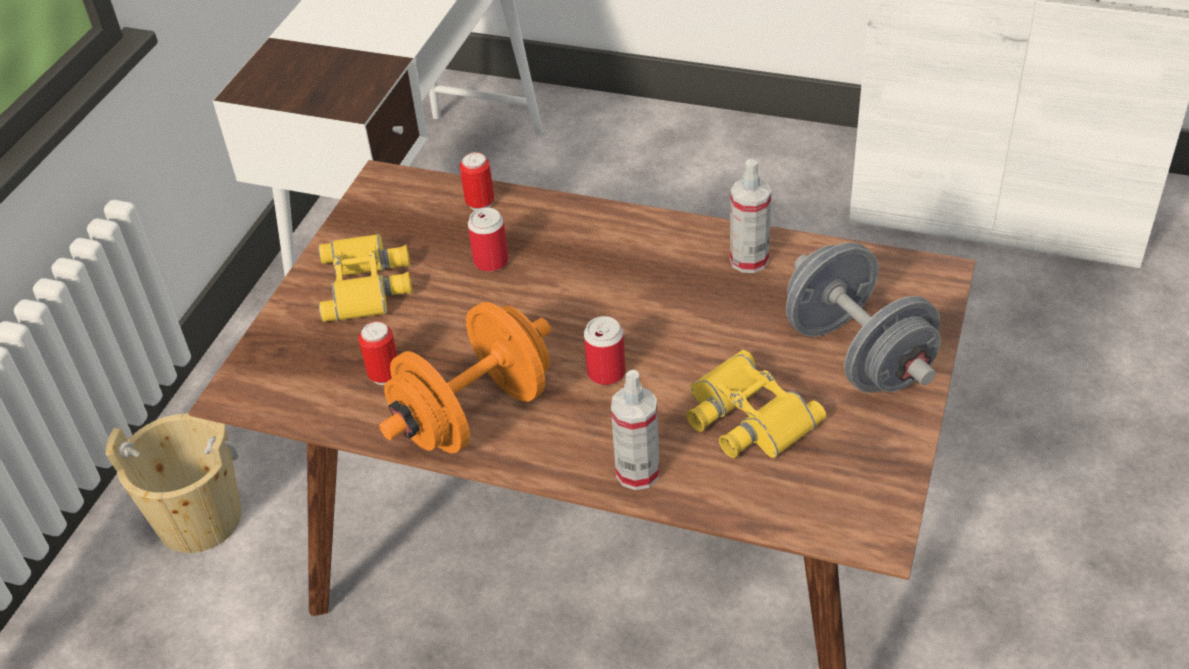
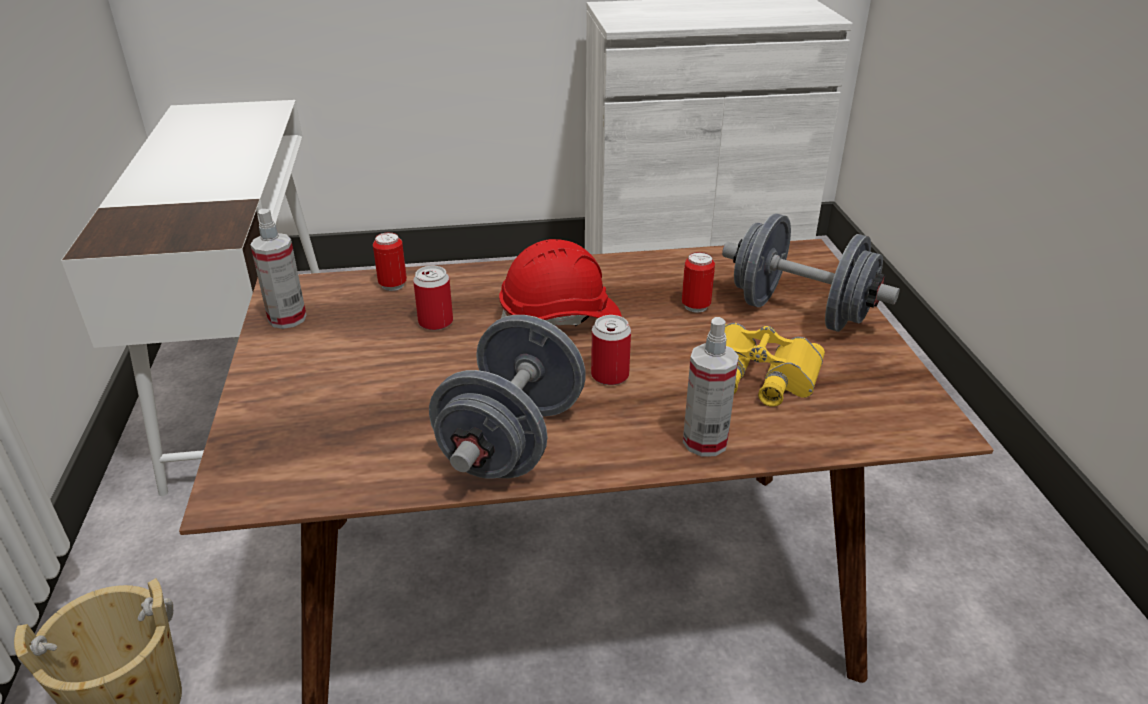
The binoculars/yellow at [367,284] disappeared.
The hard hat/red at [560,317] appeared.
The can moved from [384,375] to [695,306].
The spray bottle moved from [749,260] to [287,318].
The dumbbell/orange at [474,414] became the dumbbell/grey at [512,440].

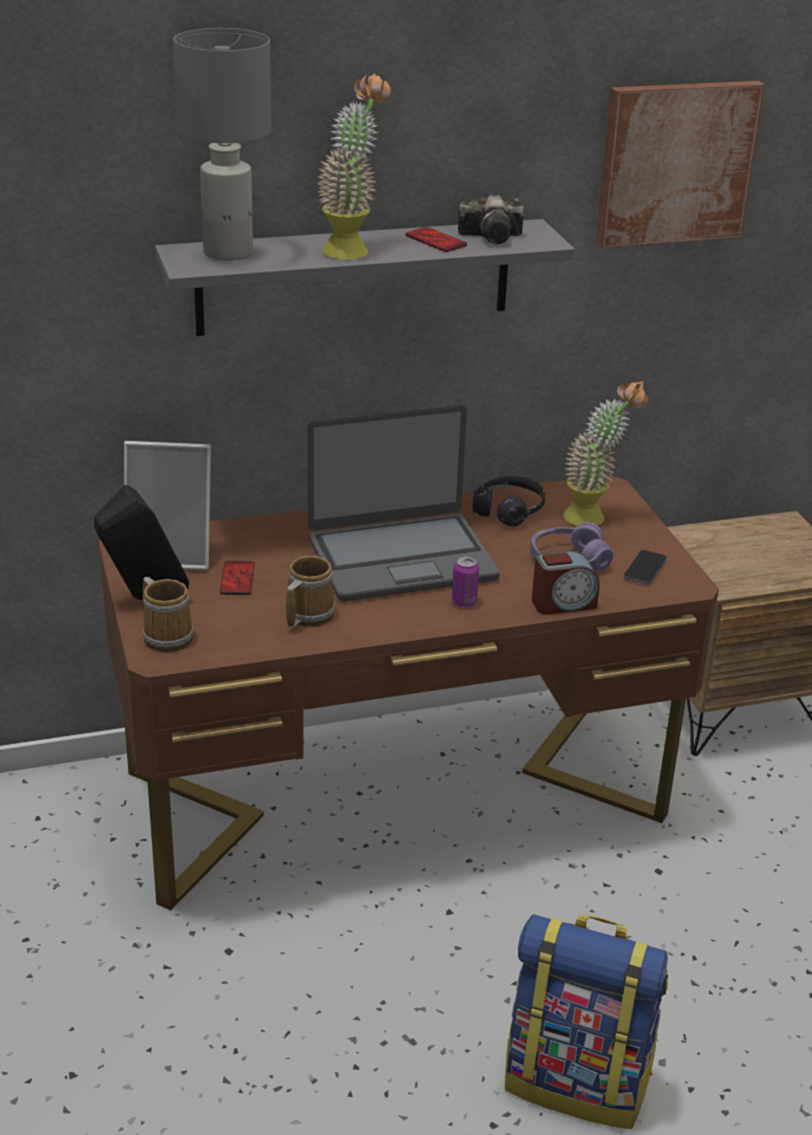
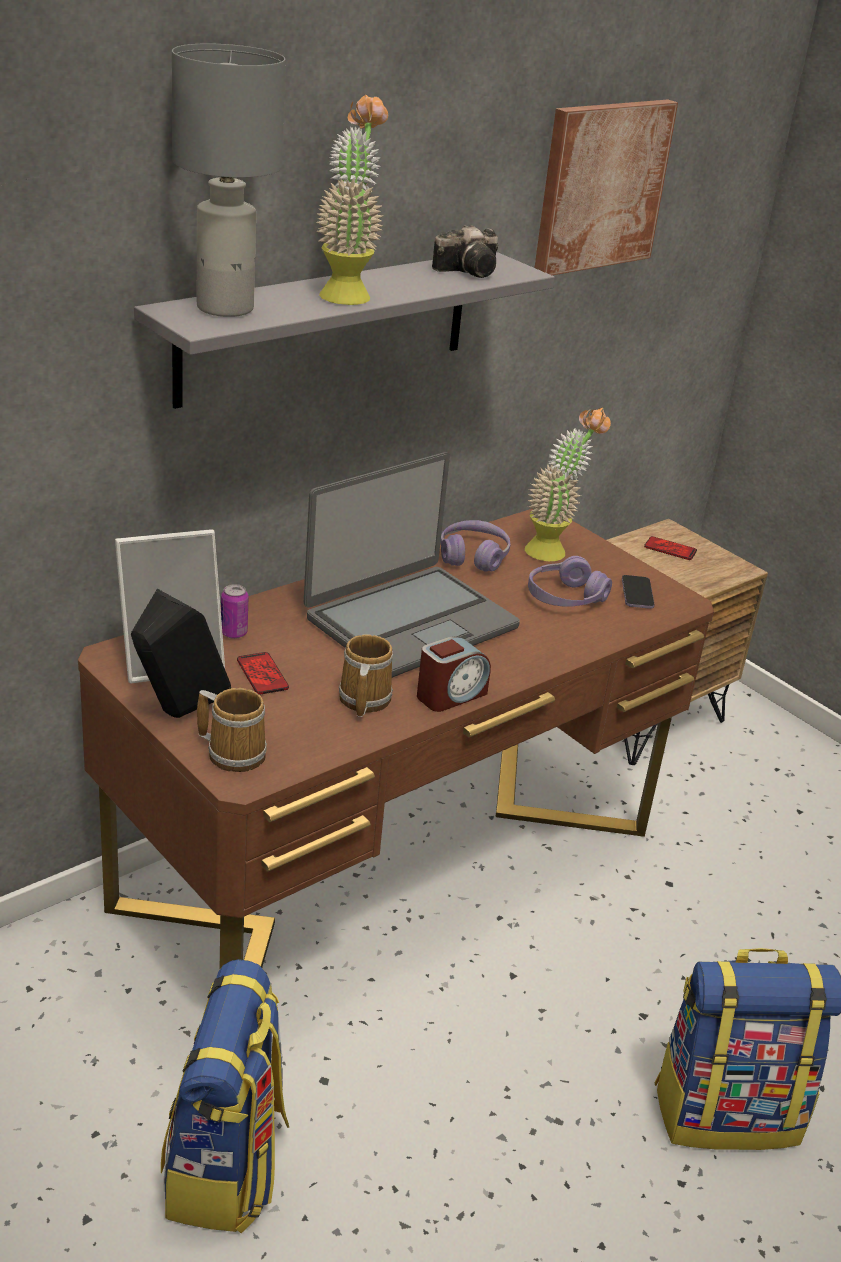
The backpack at [227,1167] appeared.
The phone moved from [435,241] to [670,549].
The can moved from [464,602] to [234,633].
The alarm clock moved from [563,603] to [450,695].
The headphones/black at [508,511] became the headphones/purple at [473,556].

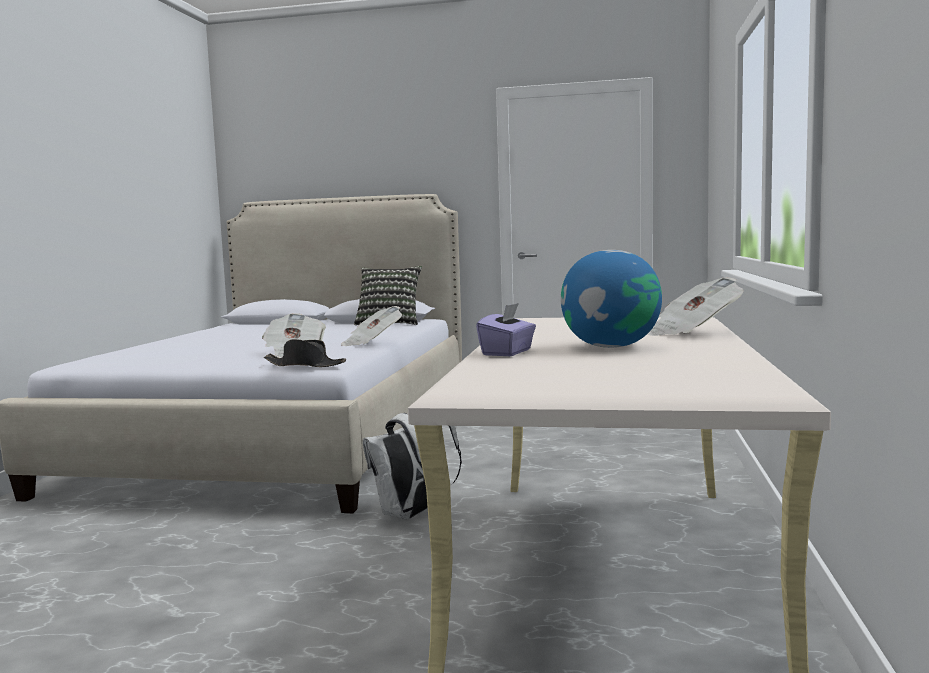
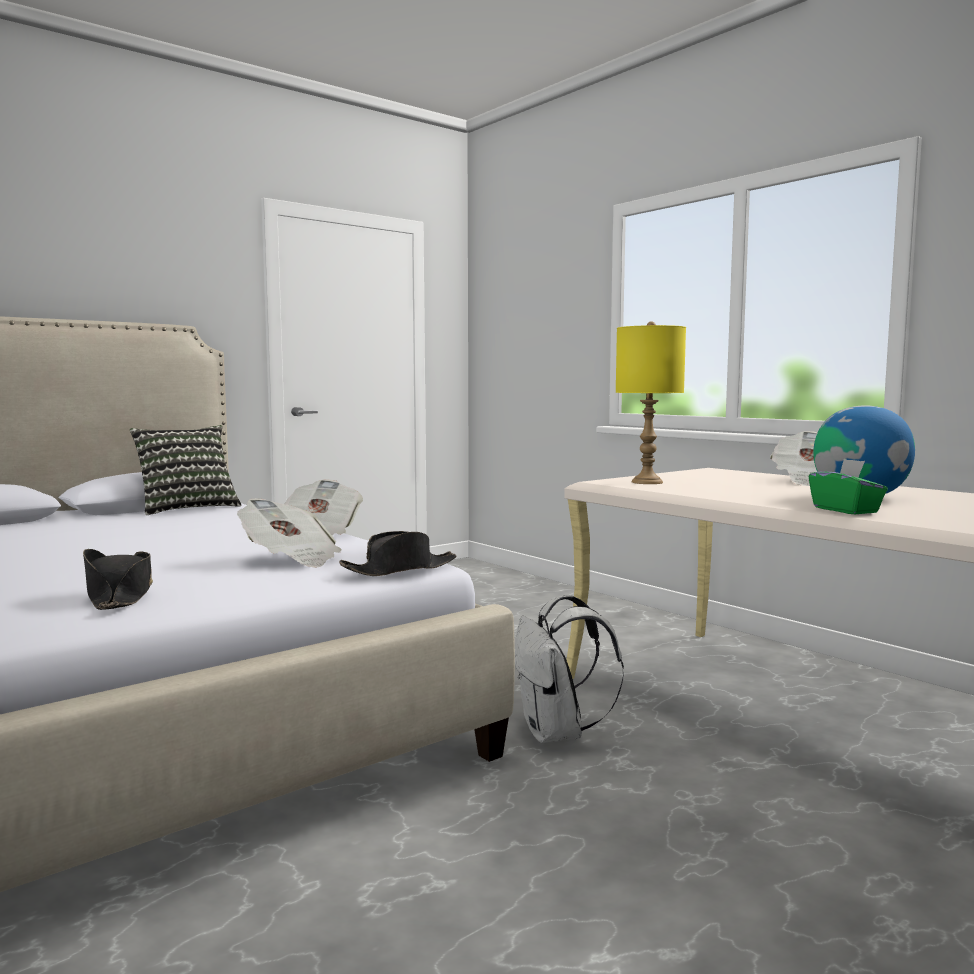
The hat/black at [119,595] appeared.
The table lamp/yellow at [646,482] appeared.
The tissue box/purple at [507,352] became the tissue box/green at [846,510].

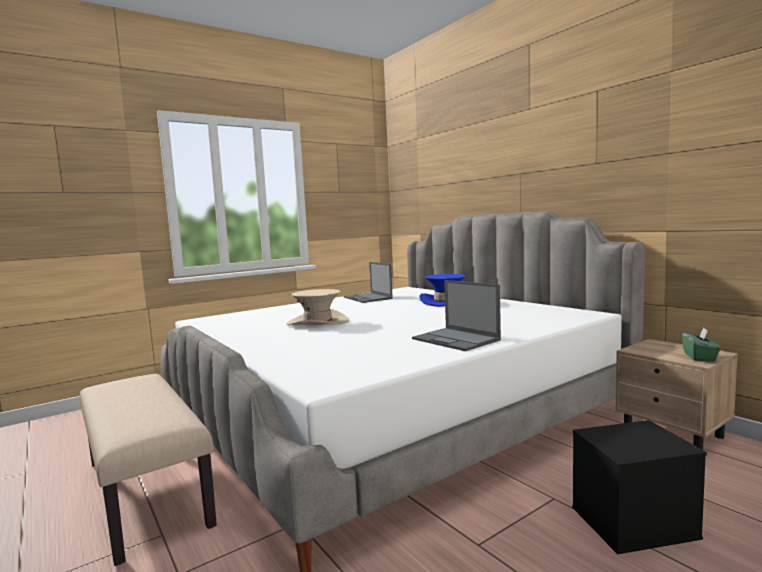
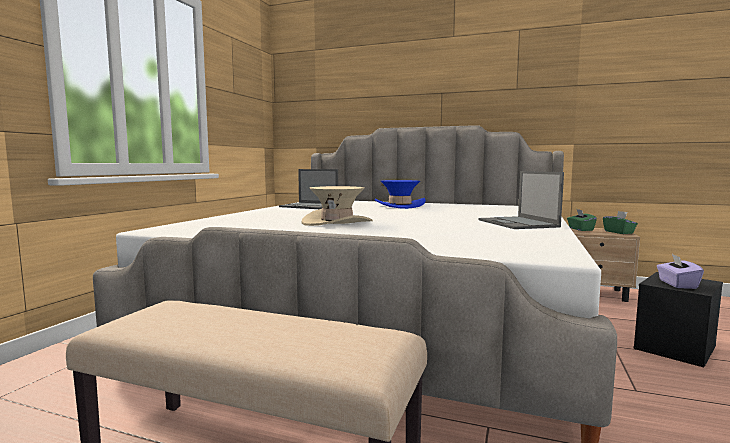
The tissue box/green at [580,229] appeared.
The tissue box/purple at [677,284] appeared.
The laptop at [456,339] turned 60 degrees clockwise.

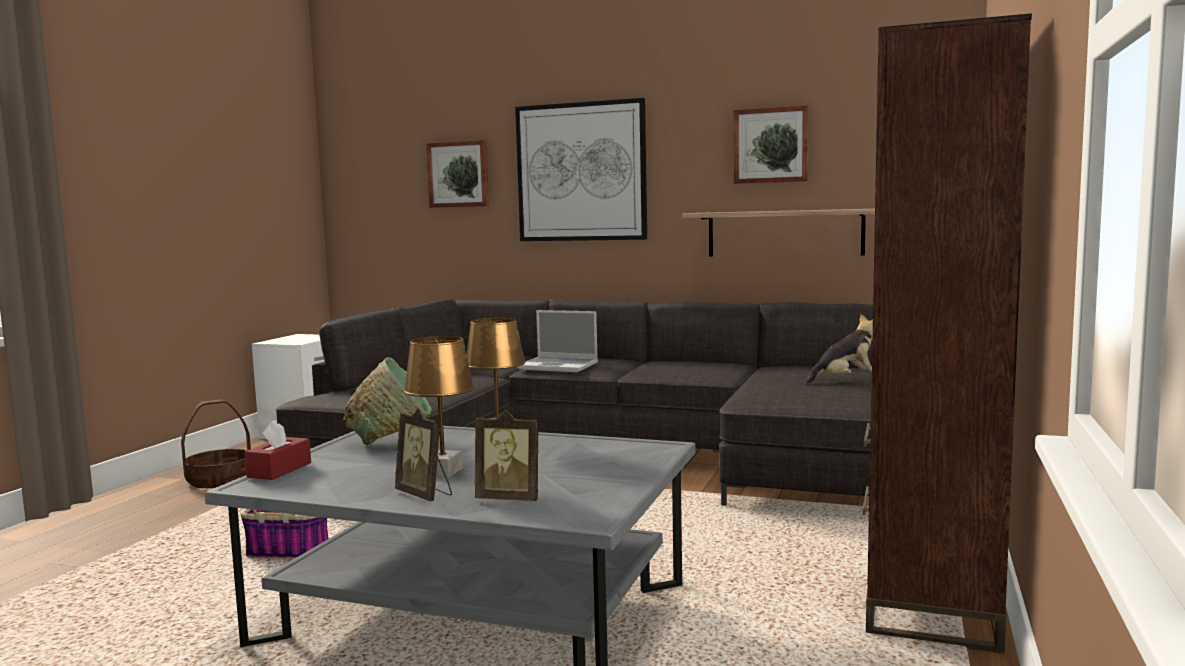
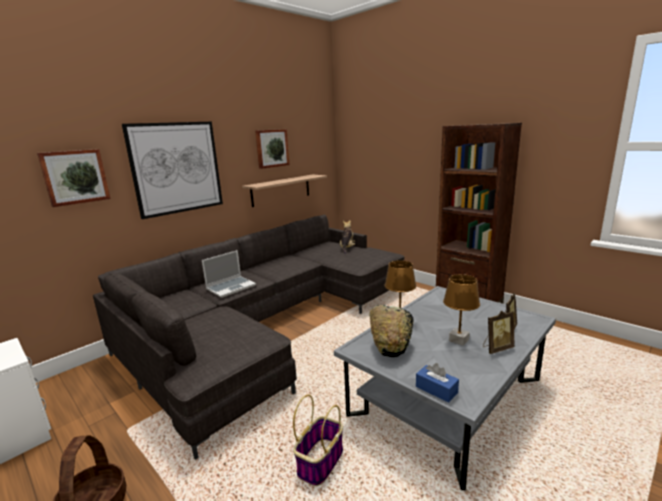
The tissue box/red at [279,470] became the tissue box/blue at [436,389].
The bowl/green at [393,442] became the bowl/black at [390,349].

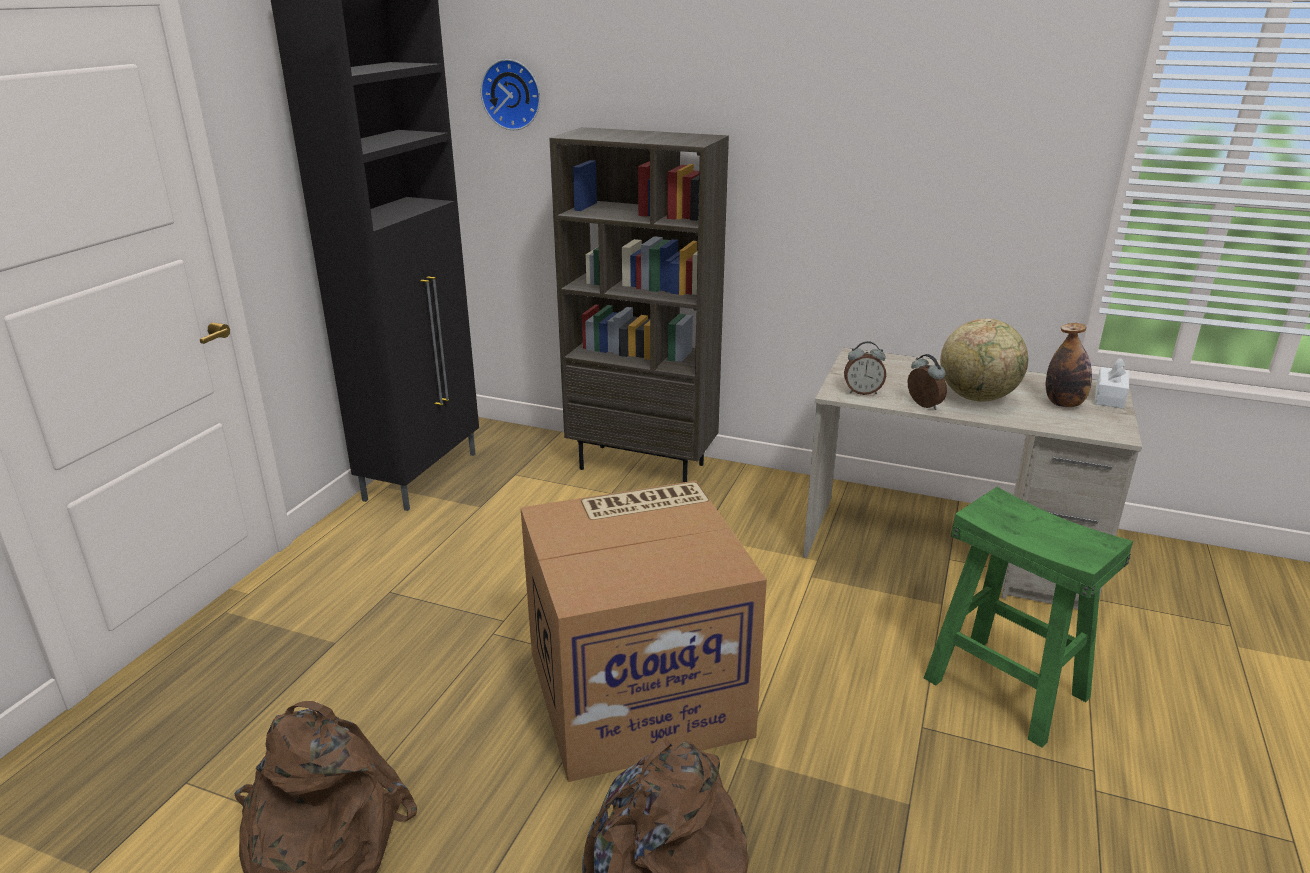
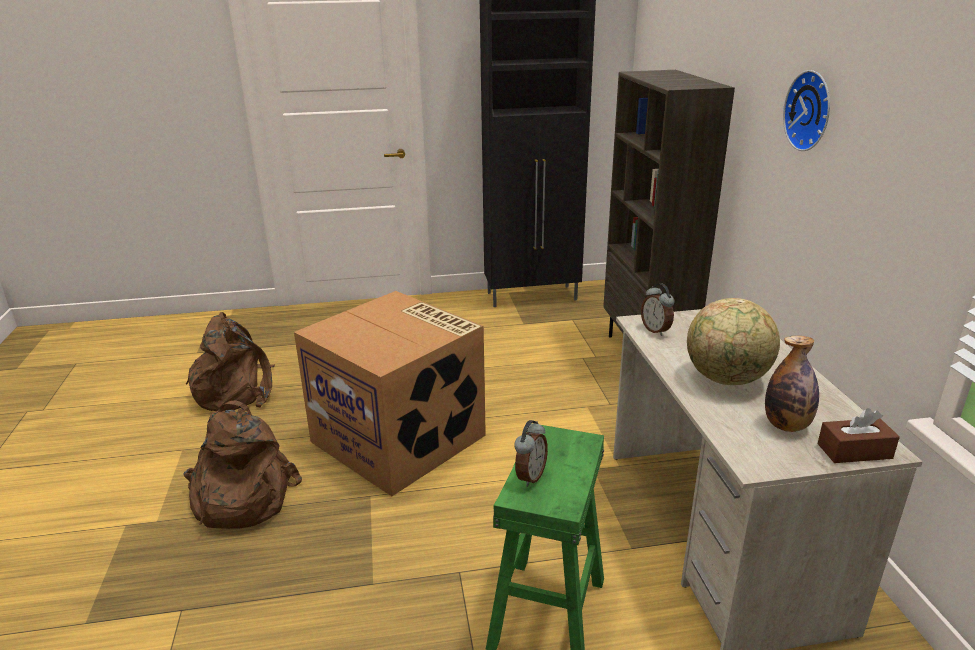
The wall clock moved from [513,94] to [811,111].
The alarm clock moved from [923,406] to [529,476].
The tissue box/white at [1109,397] became the tissue box/brown at [854,451].

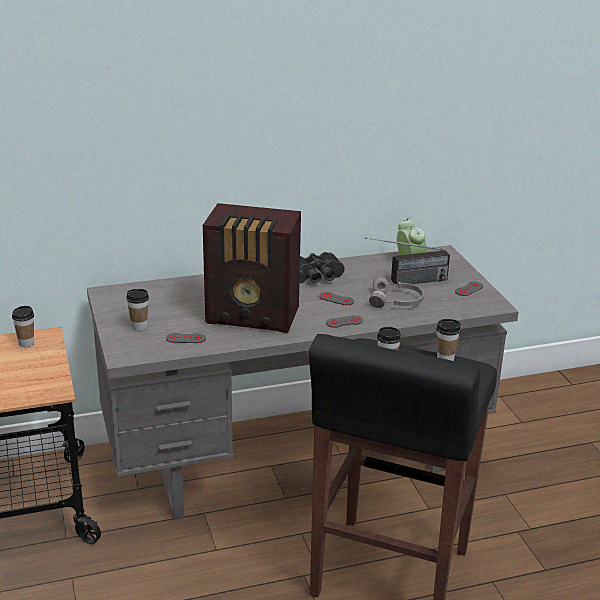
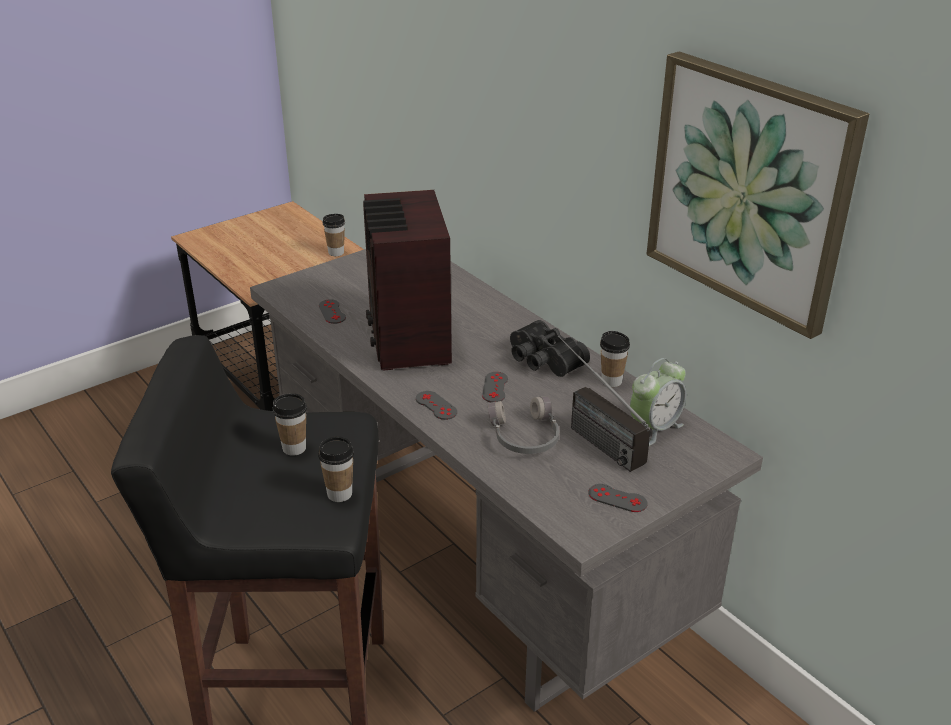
The picture at [749,190] appeared.
The cup moved from [139,326] to [611,381].

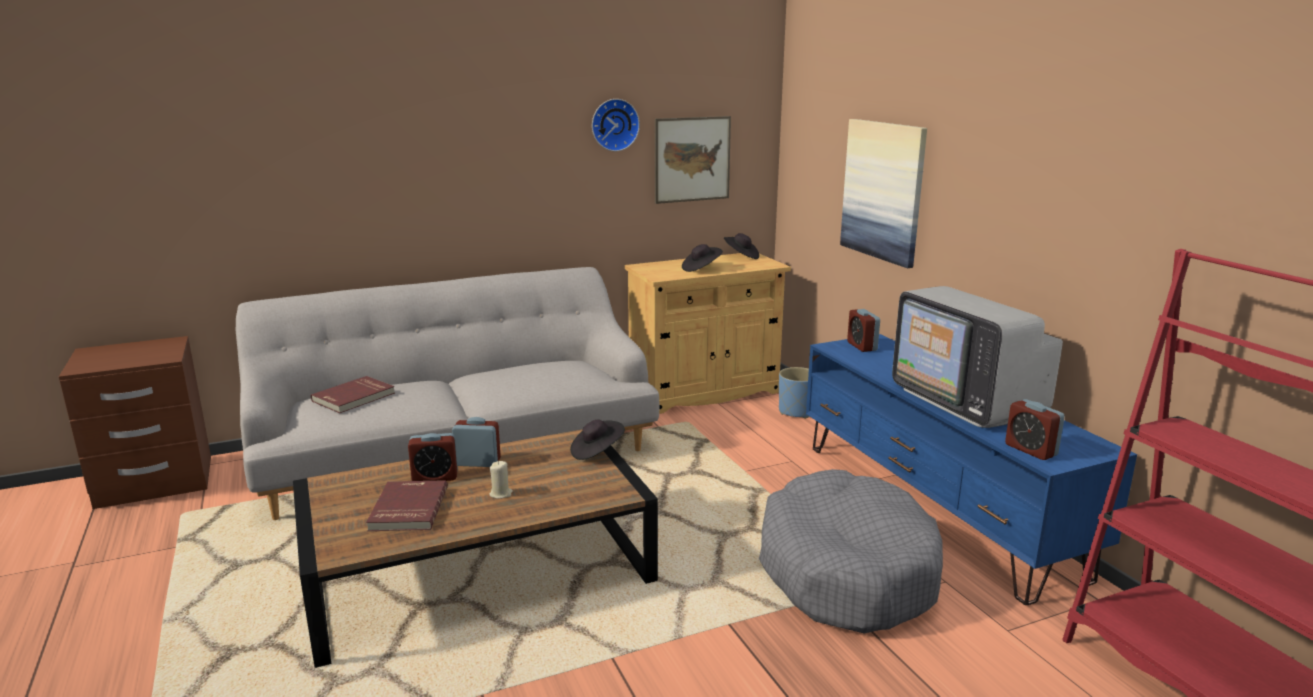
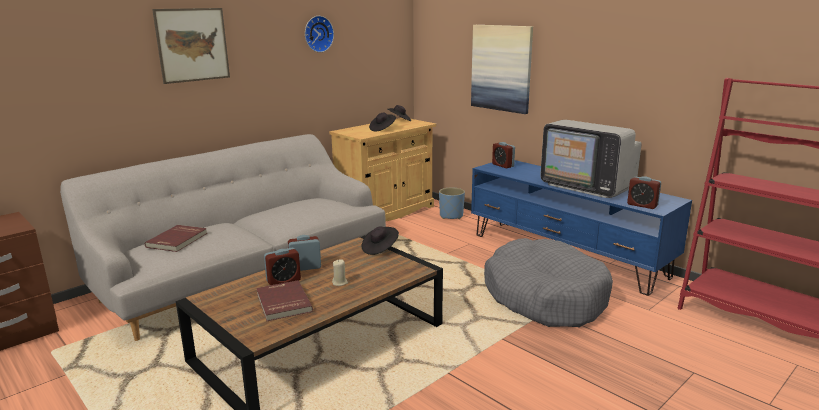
The picture moved from [692,159] to [192,45].

